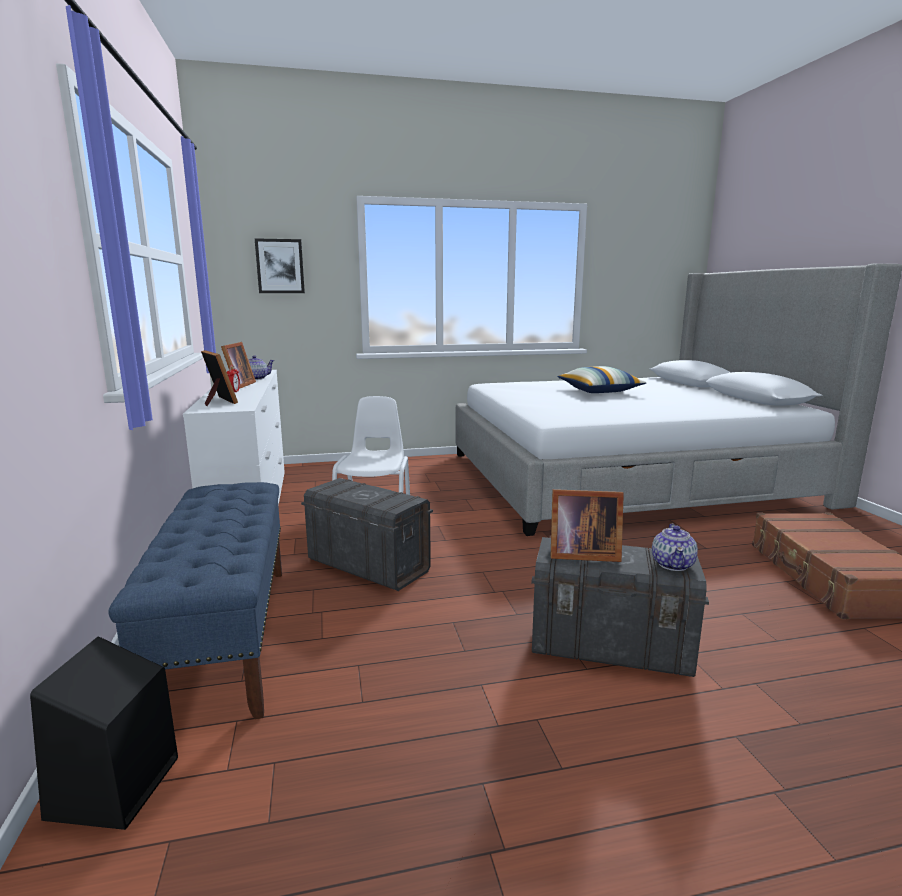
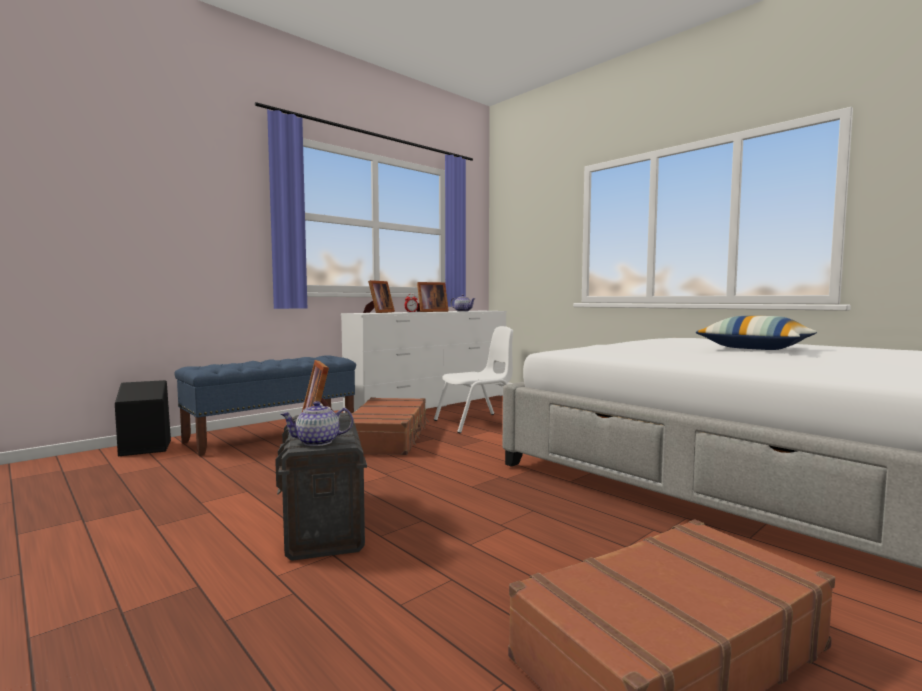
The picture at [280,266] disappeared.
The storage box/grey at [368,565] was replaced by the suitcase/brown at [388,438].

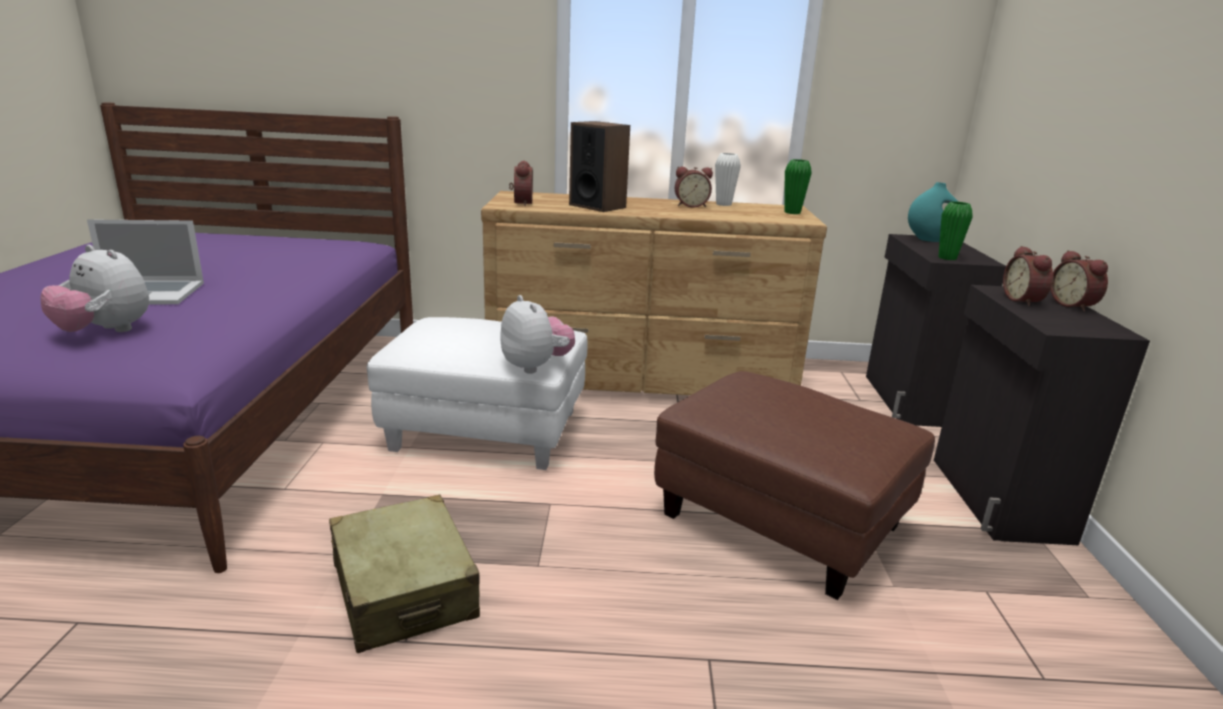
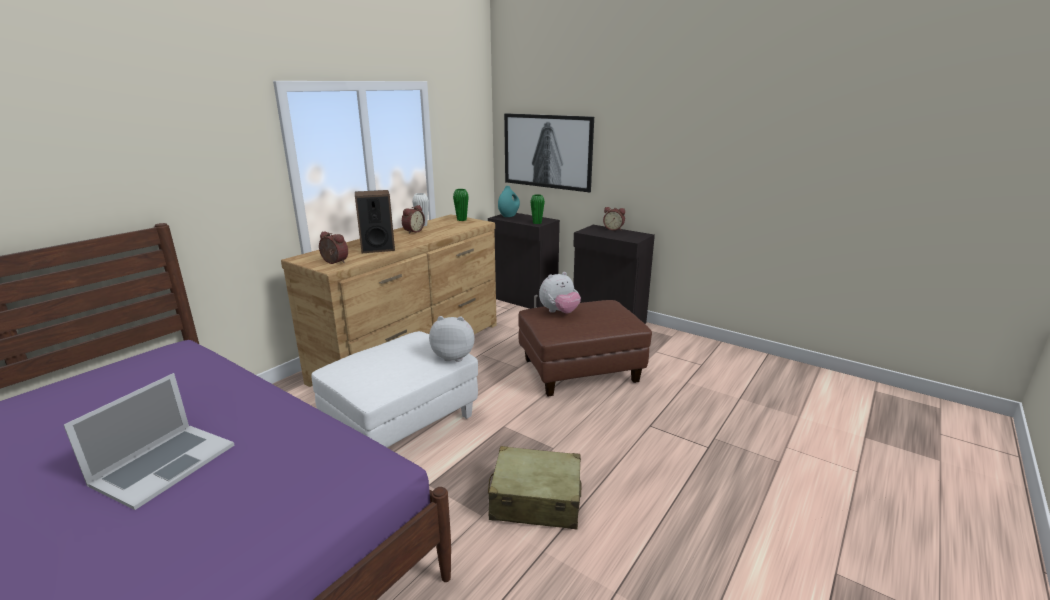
The alarm clock at [1024,300] disappeared.
The picture at [548,151] appeared.
The plush toy moved from [105,331] to [559,312].

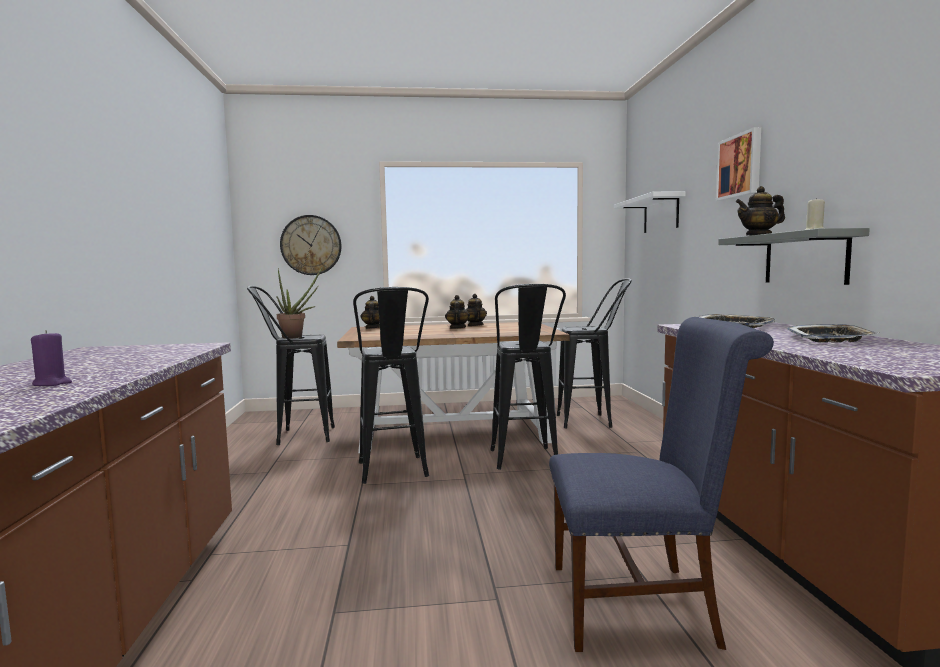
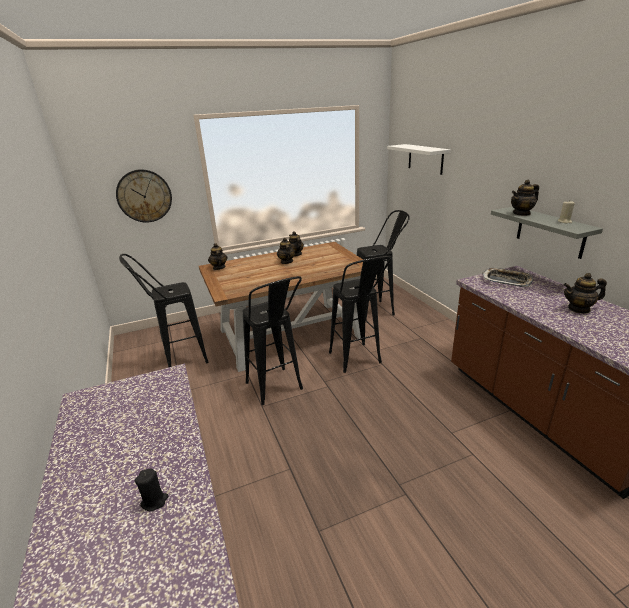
The potted plant at [297,337] disappeared.
The chair/blue at [643,604] disappeared.
The picture at [740,166] disappeared.
The tray at [829,339] was replaced by the teapot at [579,309].
The candle/purple at [52,383] became the candle/black at [154,501].

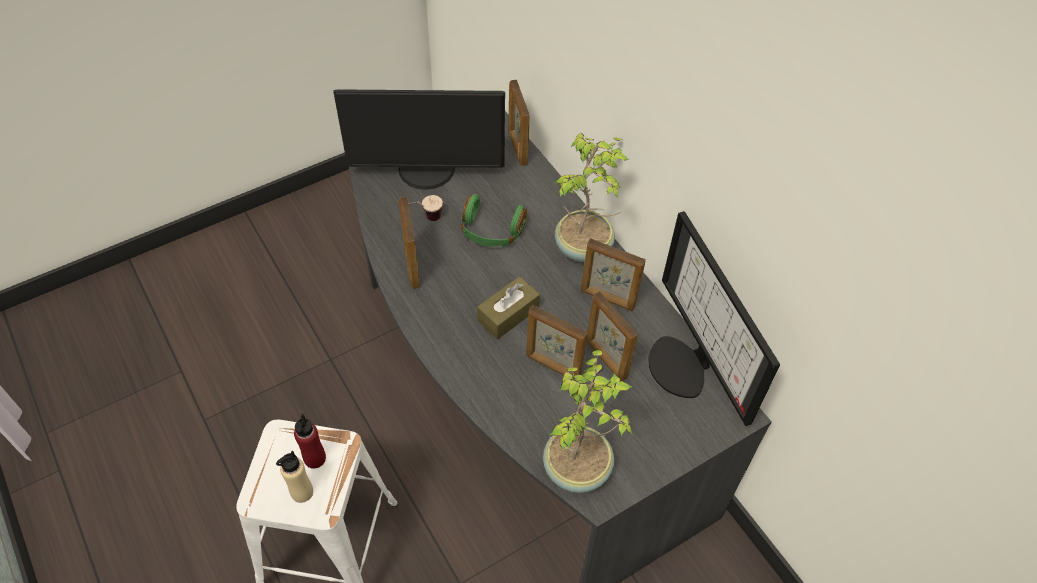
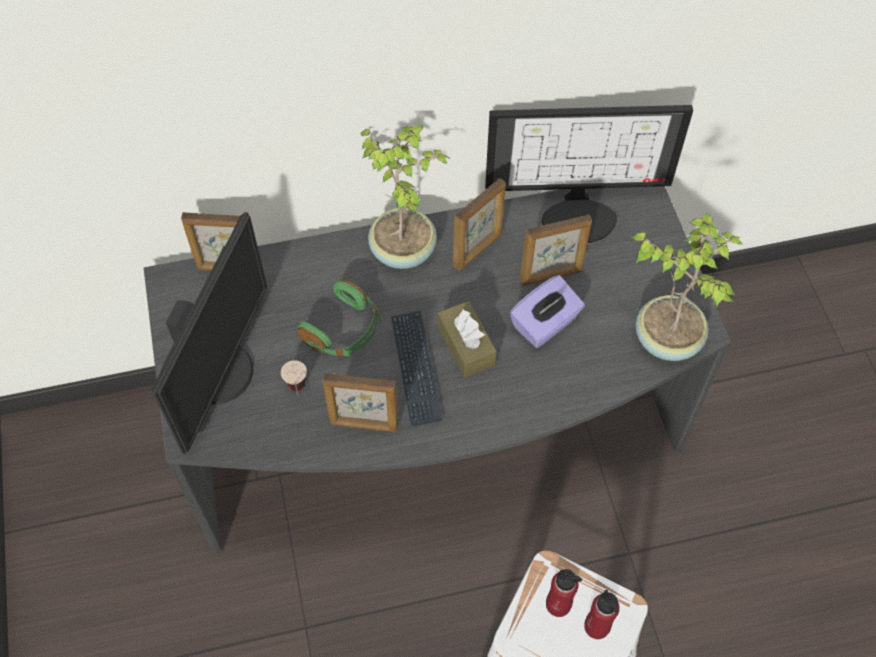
The keyboard at [416,368] appeared.
The picture frame at [552,366] was replaced by the tissue box/purple at [545,324].
The bottle/beige at [302,492] became the bottle/red at [597,626].

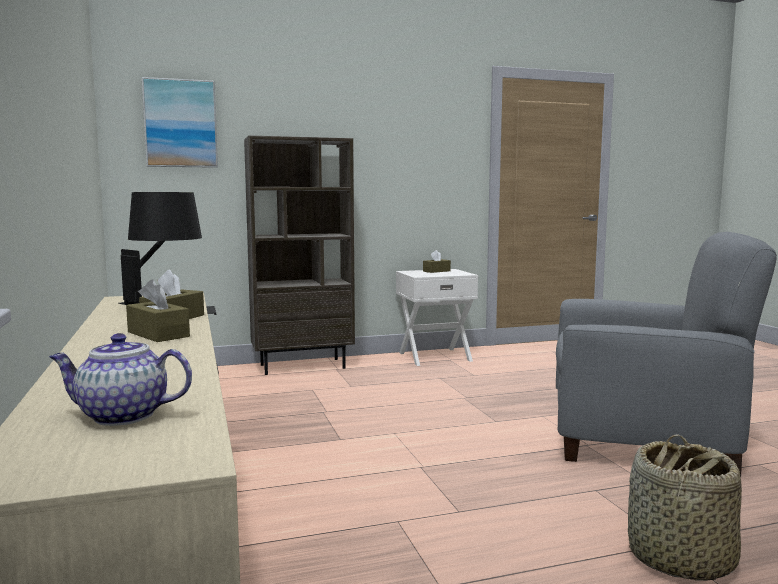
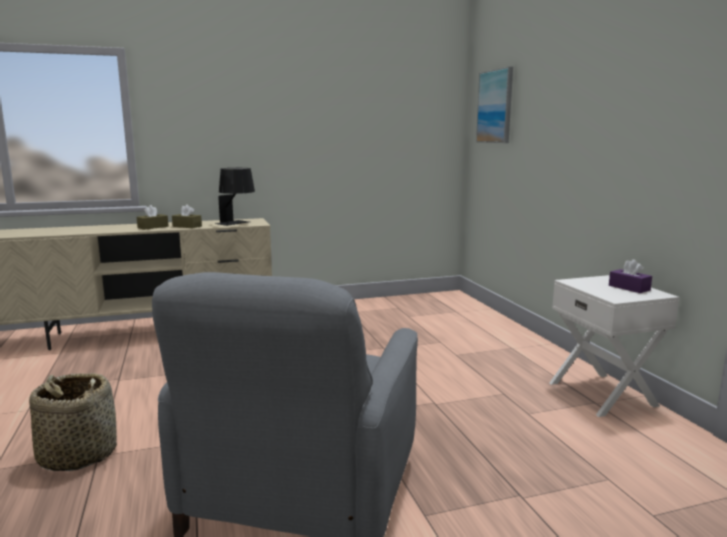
The teapot at [121,416] disappeared.
The bookcase/brown at [303,366] disappeared.
The tissue box/brown at [436,271] became the tissue box/purple at [629,288].

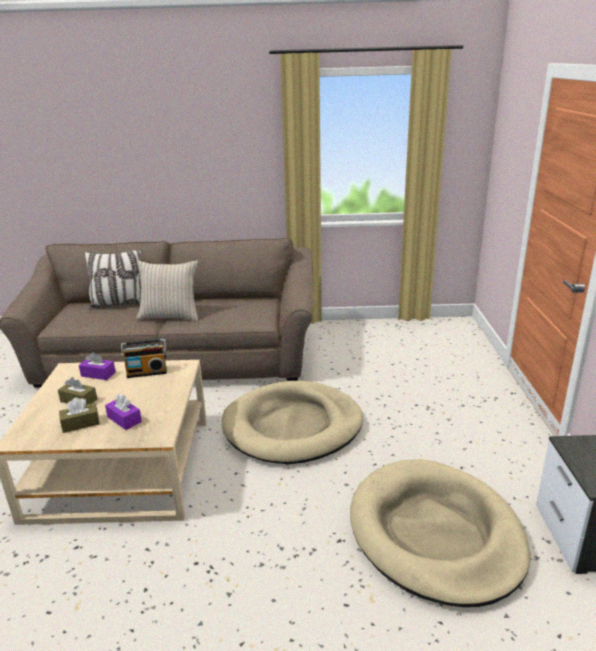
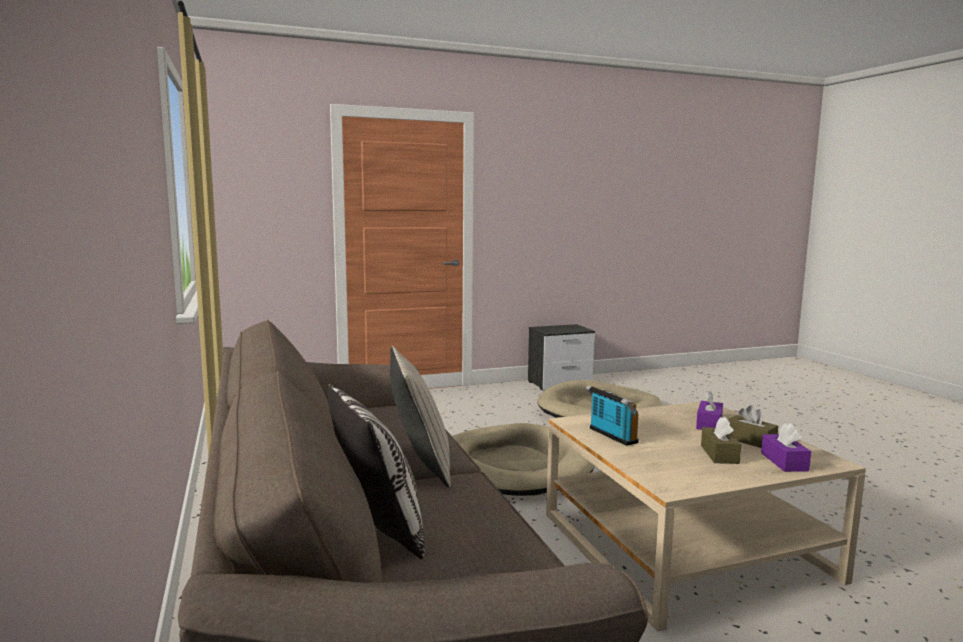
The tissue box/purple moved from [98,374] to [784,462].

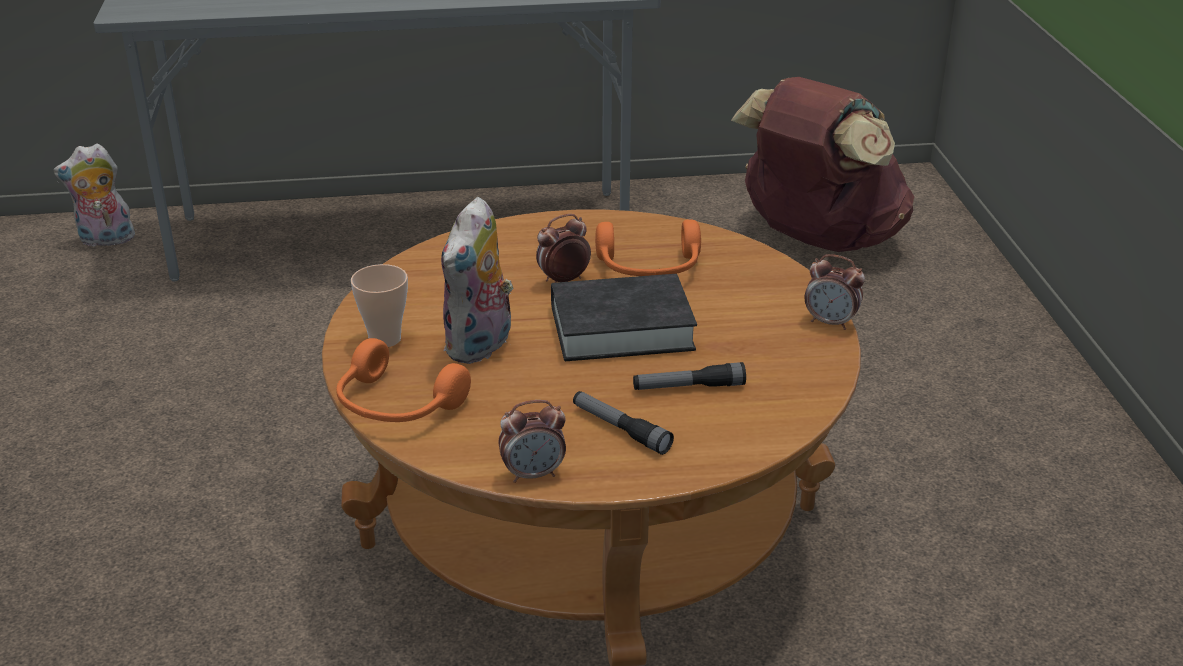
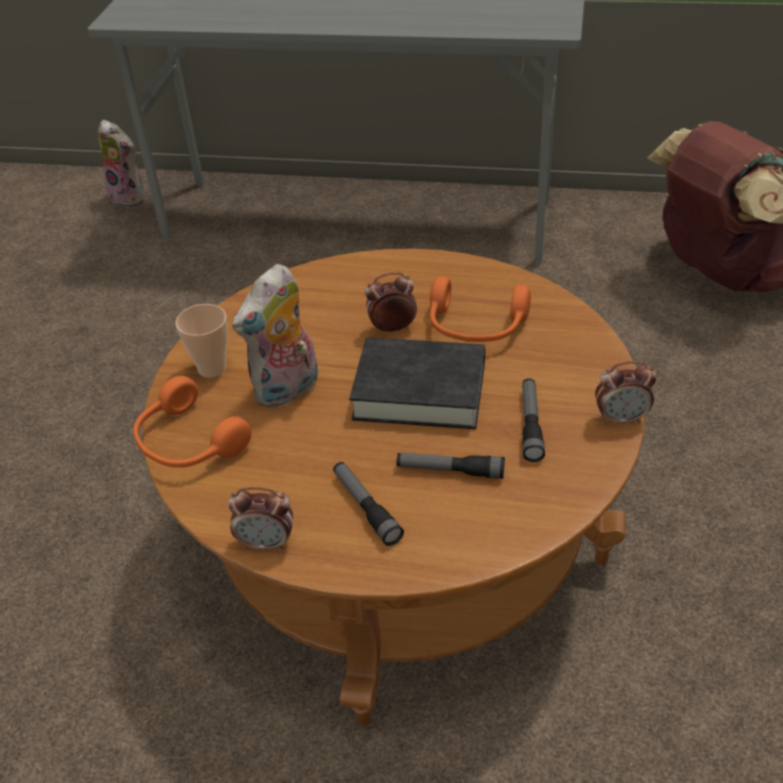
The flashlight at [530,425] appeared.
The plush toy at [105,240] turned 150 degrees counterclockwise.
The alarm clock at [831,322] turned 45 degrees counterclockwise.

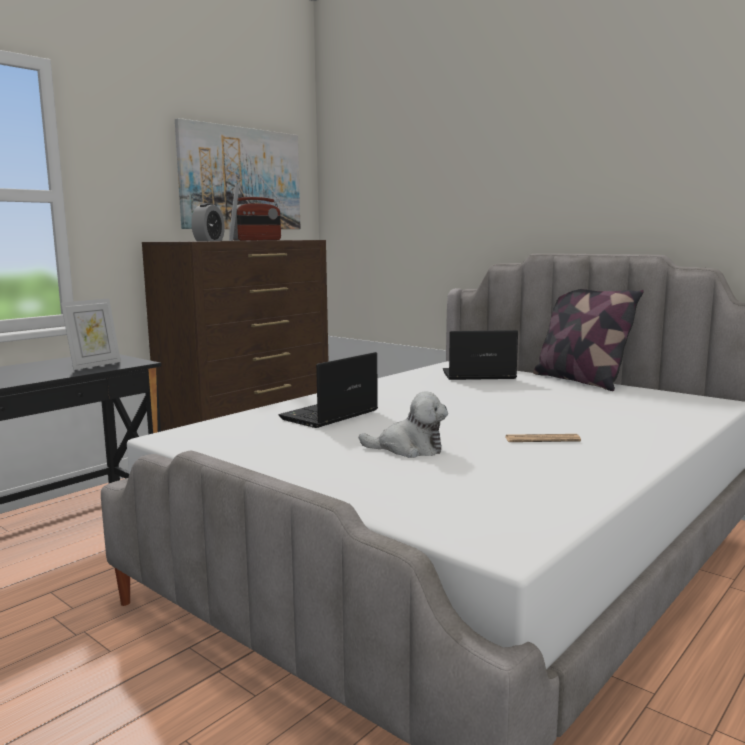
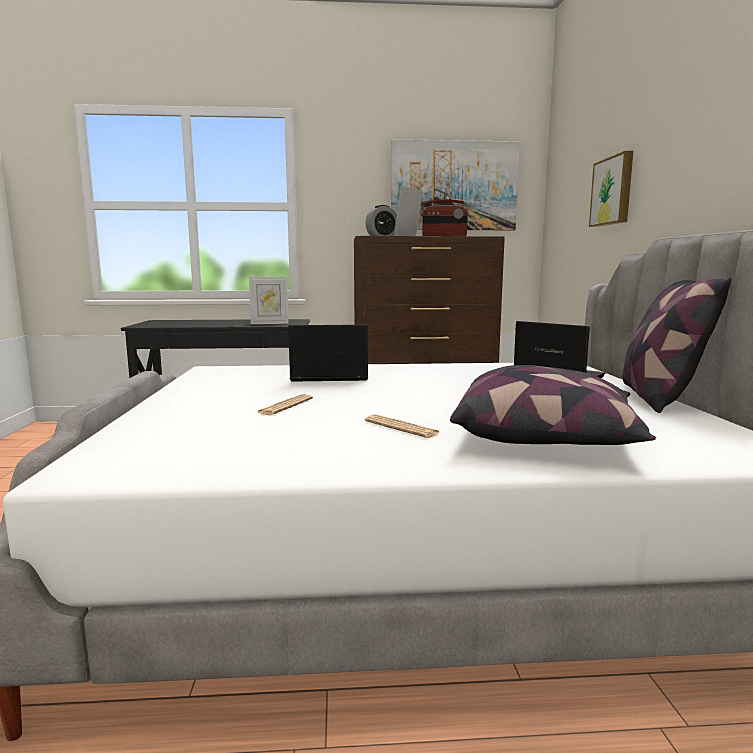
The pillow at [546,437] appeared.
The picture at [613,191] appeared.
The plush toy at [409,449] was replaced by the newspaper at [285,406].

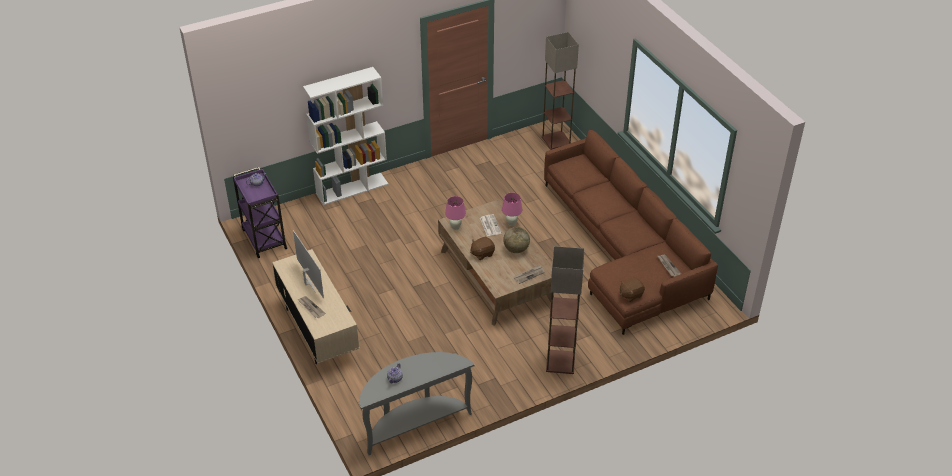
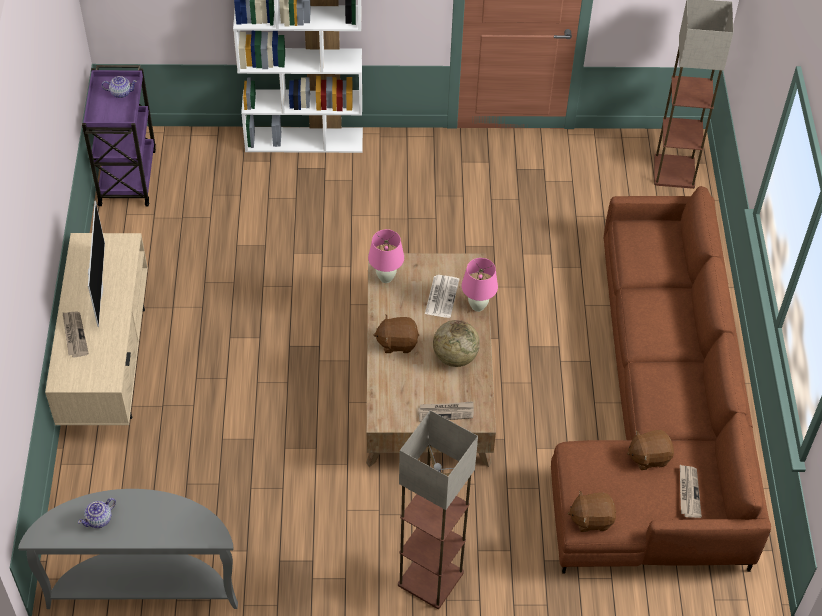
The plush toy/brown at [649,456] appeared.

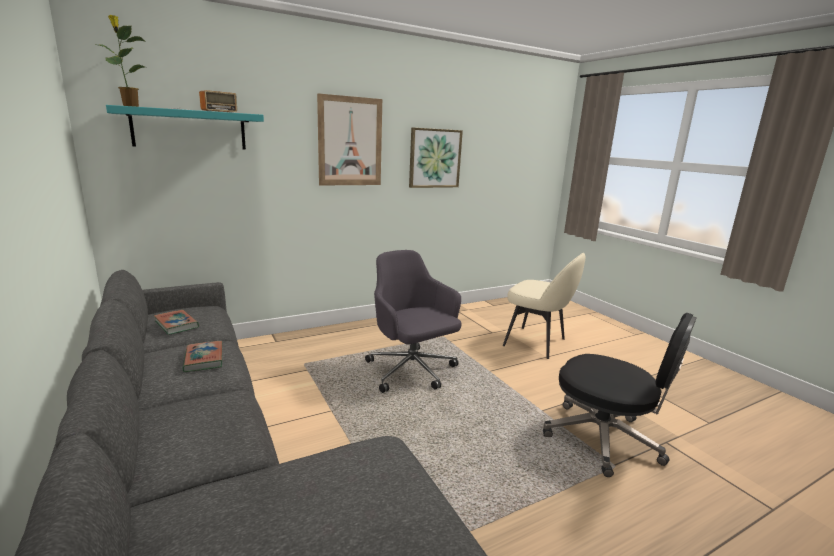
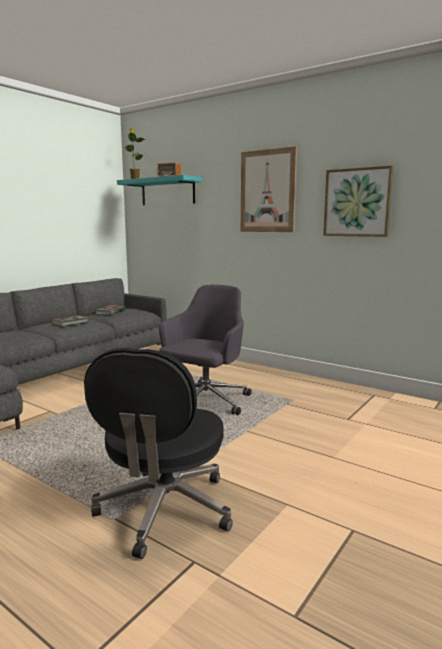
The chair/beige at [536,343] disappeared.

